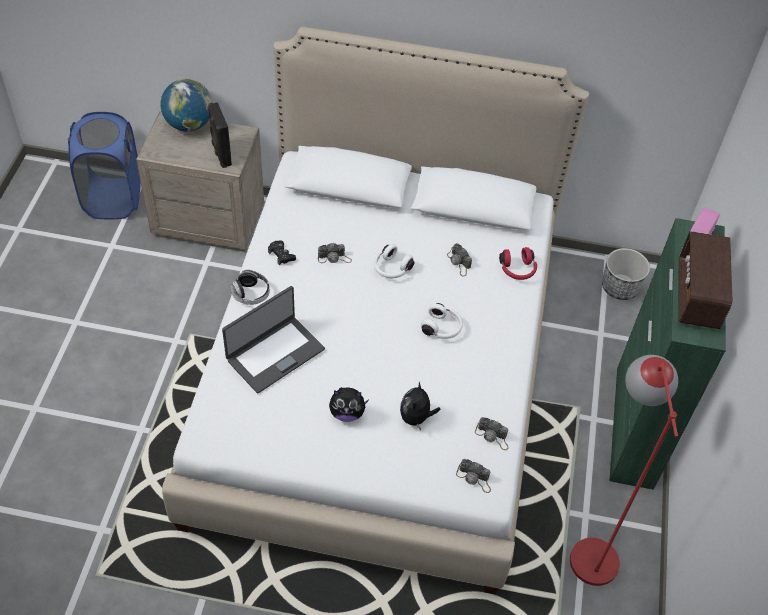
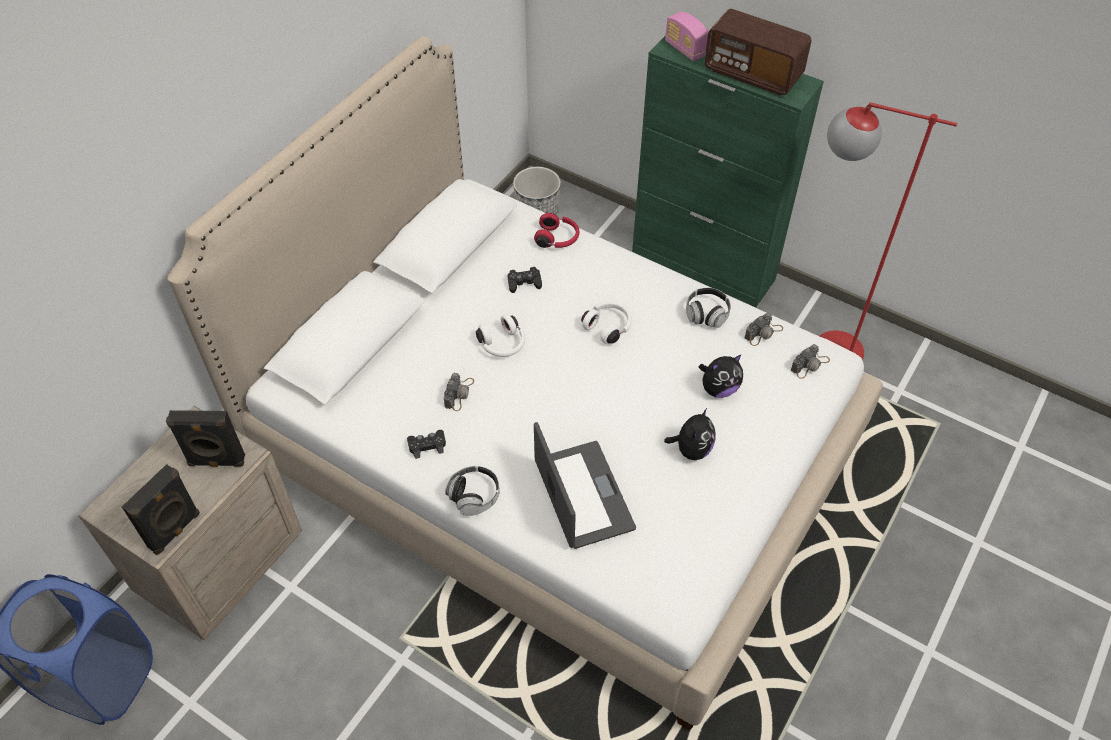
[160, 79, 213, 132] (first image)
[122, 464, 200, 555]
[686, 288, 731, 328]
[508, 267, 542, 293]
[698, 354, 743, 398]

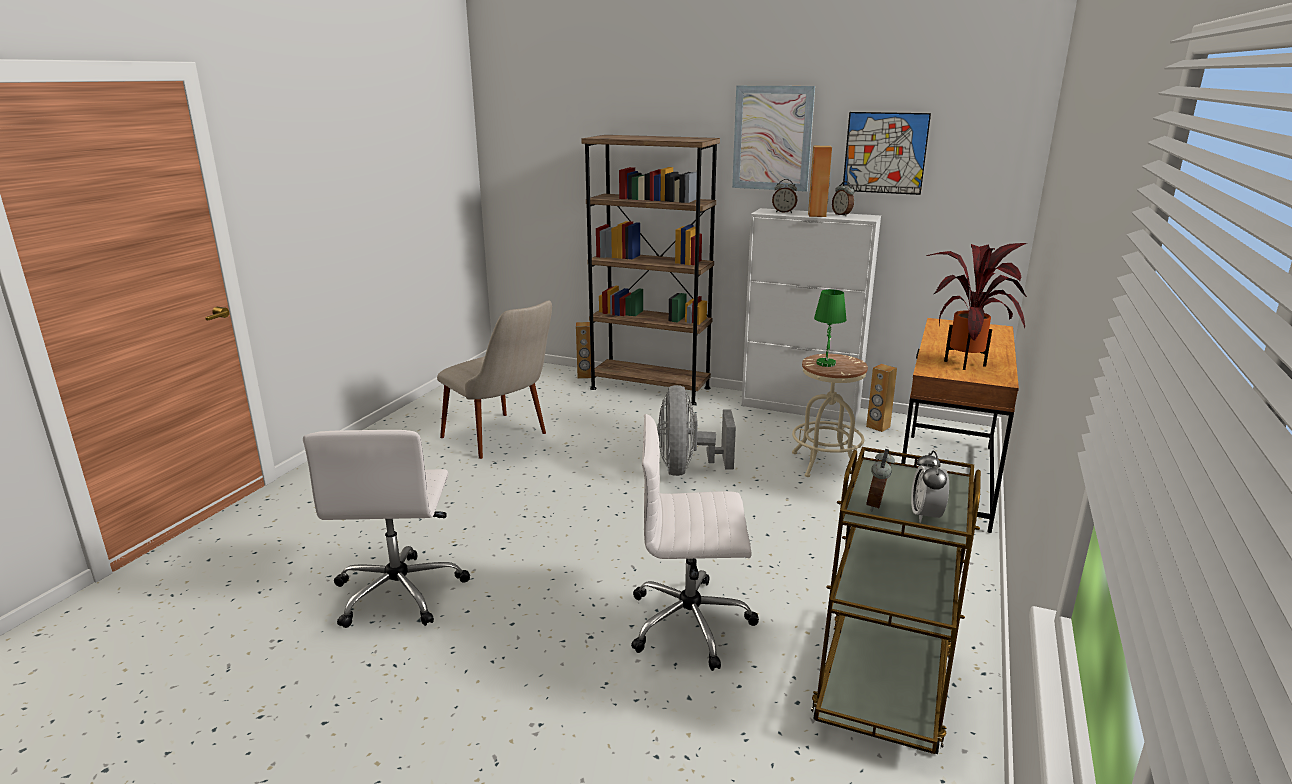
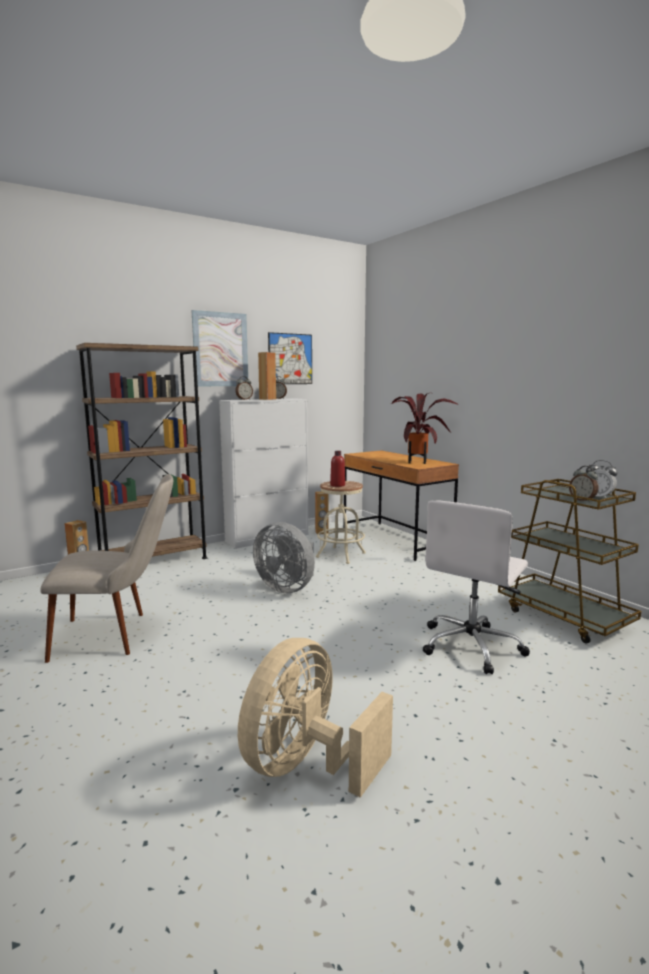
[238, 638, 393, 798]
[330, 451, 345, 487]

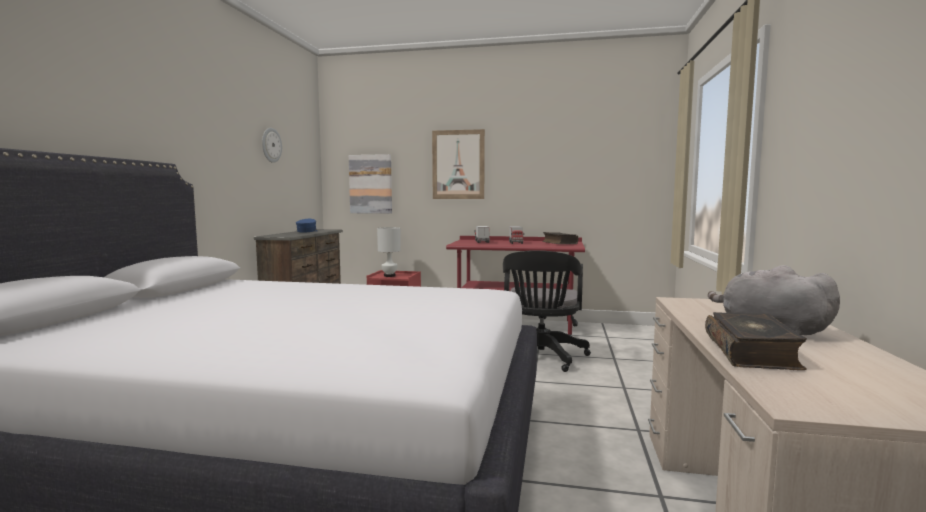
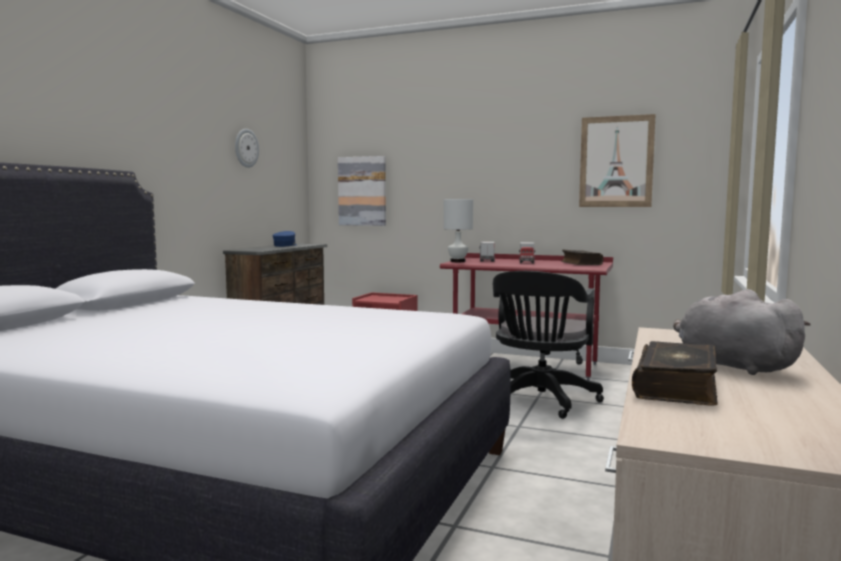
[444, 199, 473, 262]
[579, 114, 656, 207]

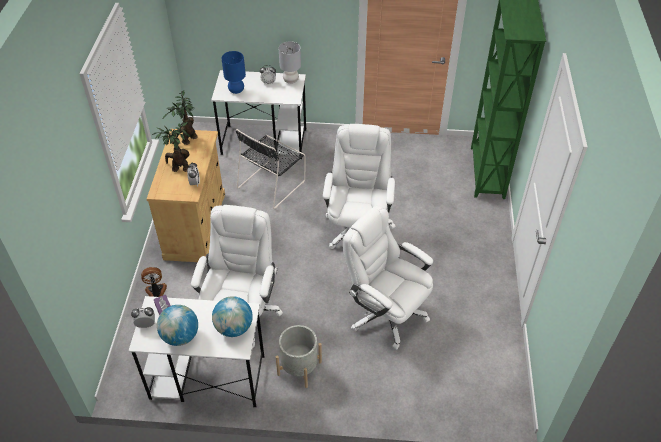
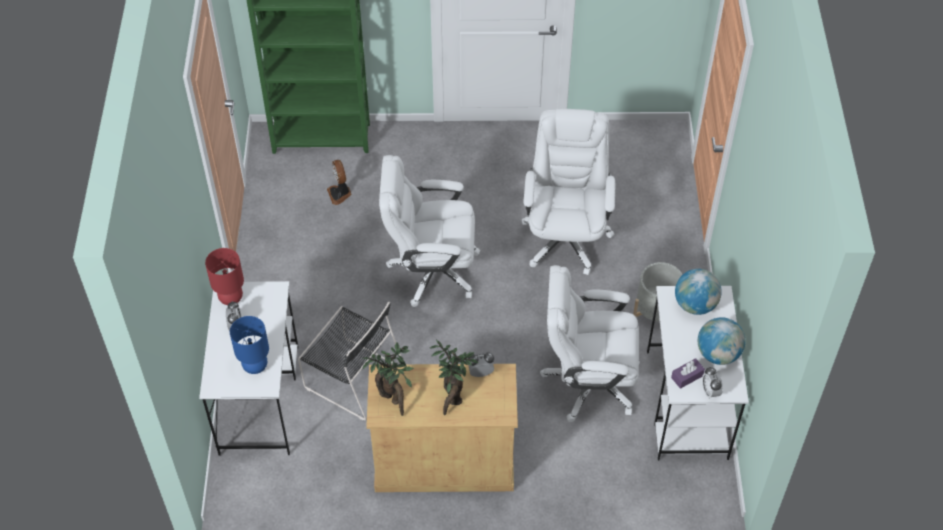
[327, 160, 352, 205]
[205, 248, 244, 305]
[522, 109, 615, 275]

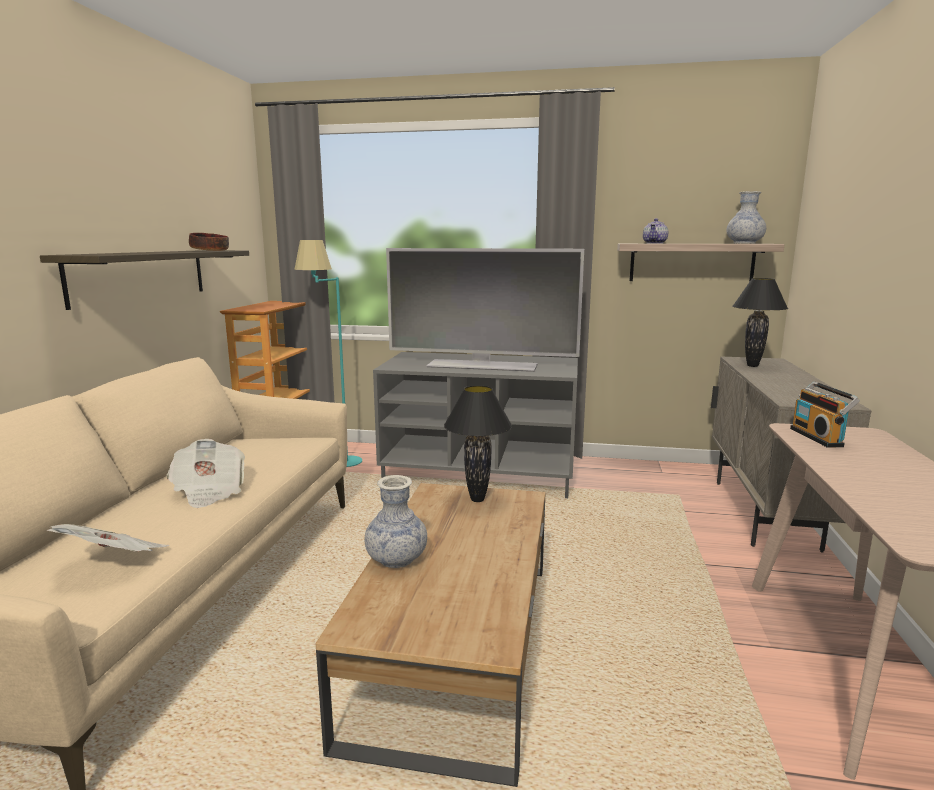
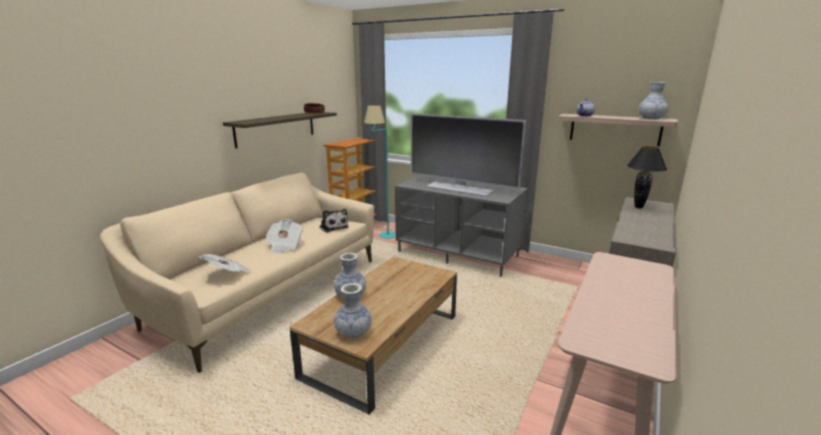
[444, 386, 512, 502] (first image)
[790, 381, 860, 448] (first image)
[319, 209, 349, 232]
[334, 283, 372, 338]

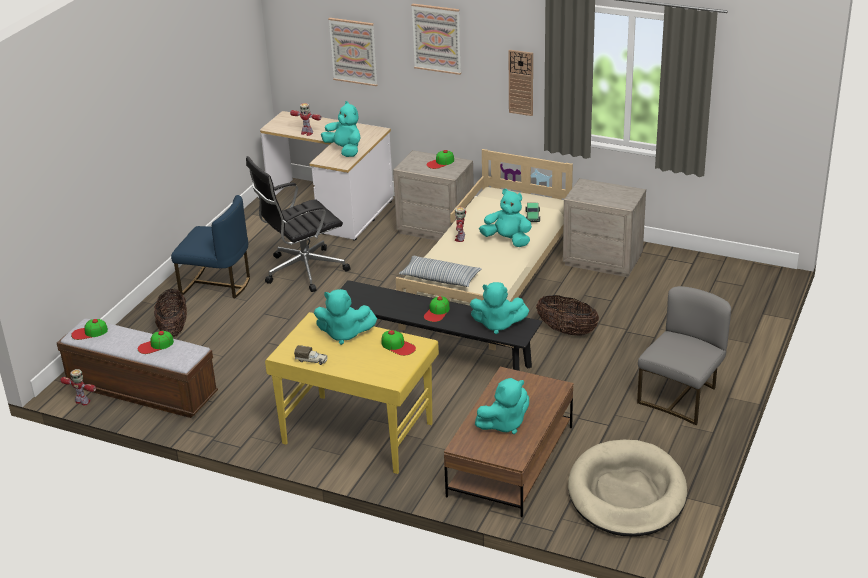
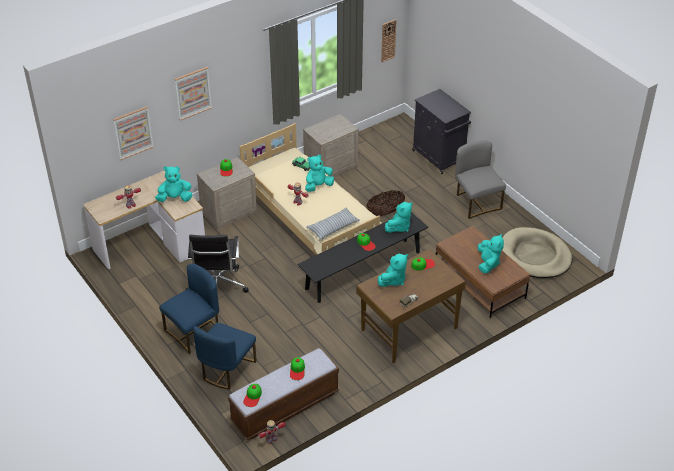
[412, 89, 471, 174]
[381, 19, 396, 62]
[193, 322, 257, 390]
[356, 249, 466, 363]

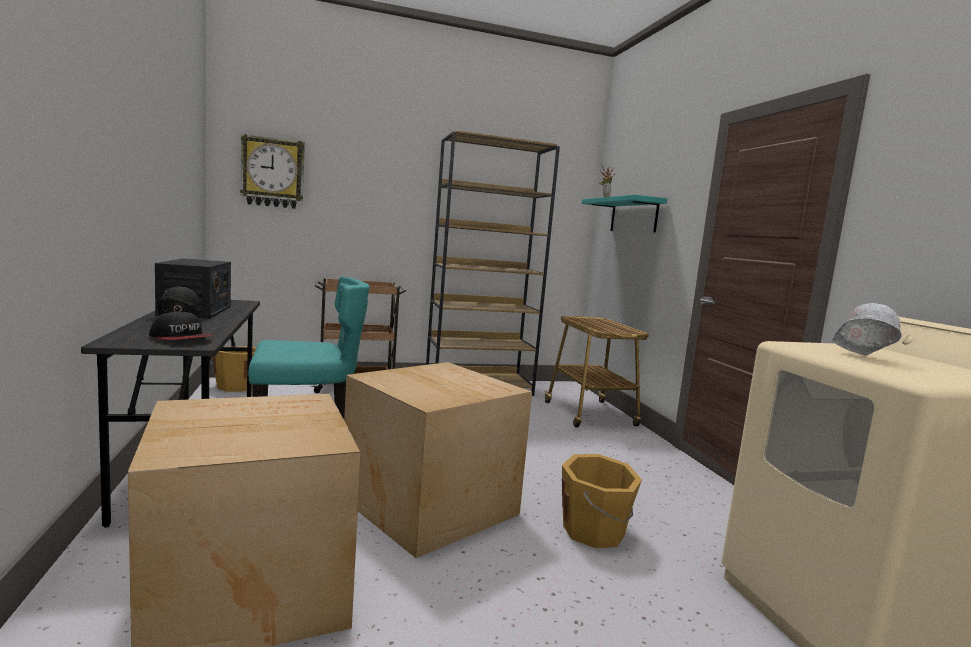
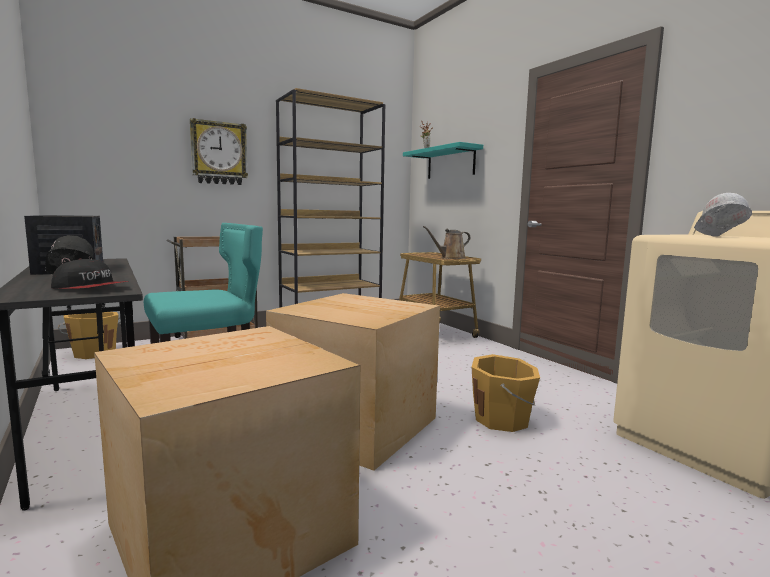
[423, 226, 471, 259]
[190, 118, 248, 185]

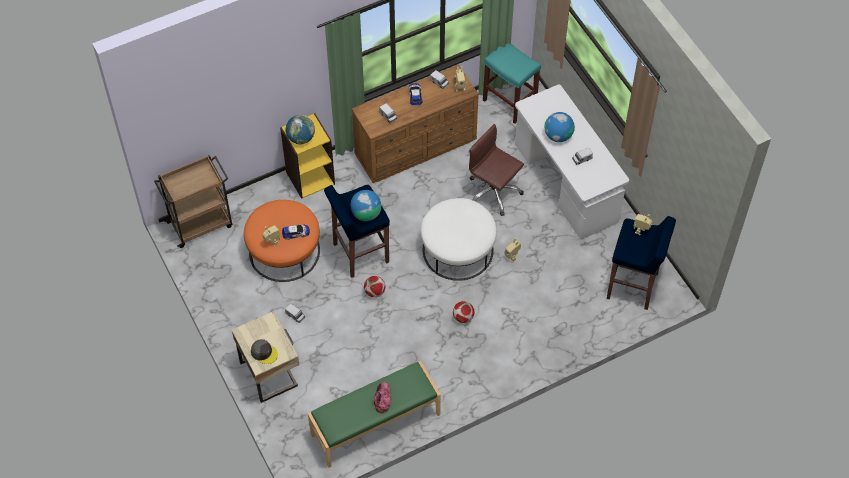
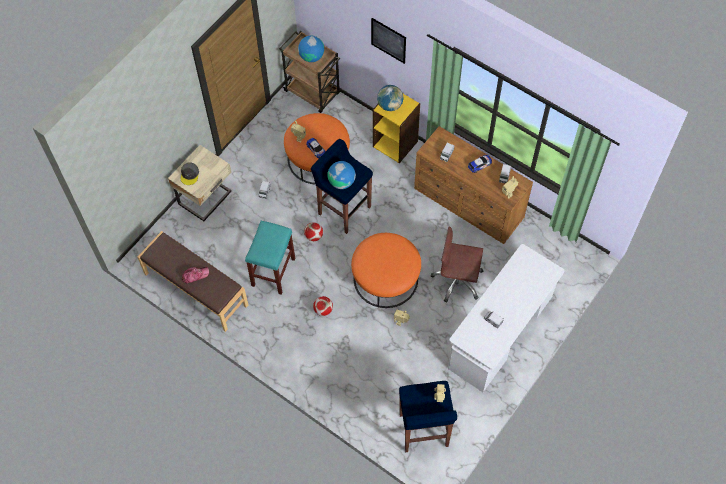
[371, 18, 406, 64]
[245, 221, 295, 295]
[298, 36, 324, 62]
[138, 231, 248, 332]
[351, 233, 421, 308]
[431, 226, 483, 303]

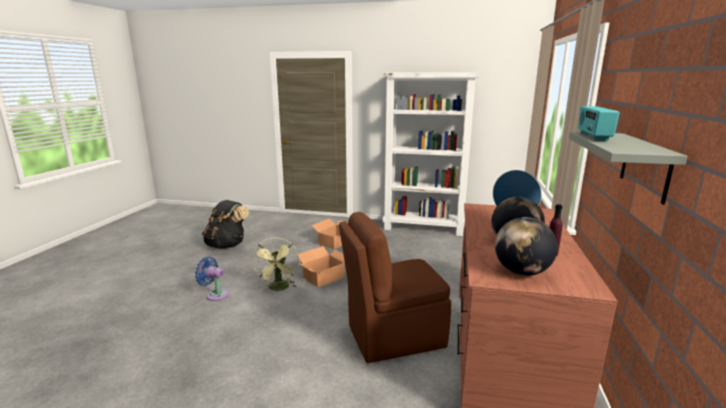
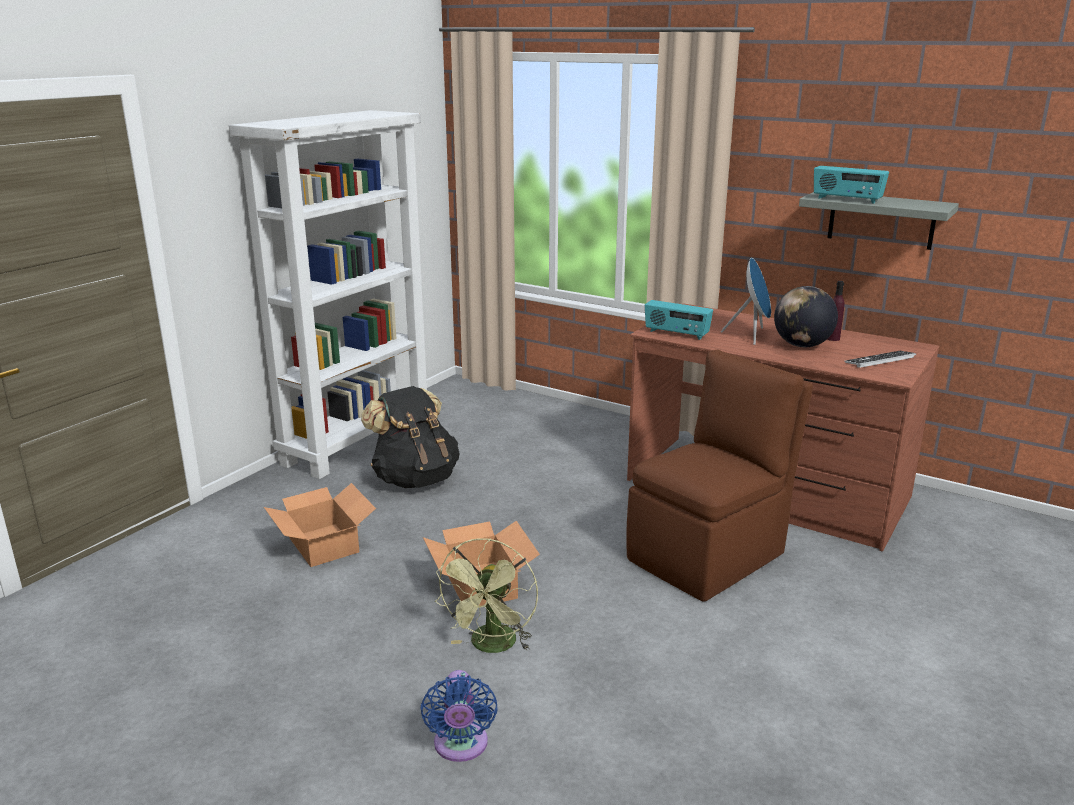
[645, 300, 713, 340]
[361, 386, 459, 488]
[844, 351, 916, 368]
[420, 670, 498, 762]
[435, 538, 538, 653]
[626, 350, 813, 601]

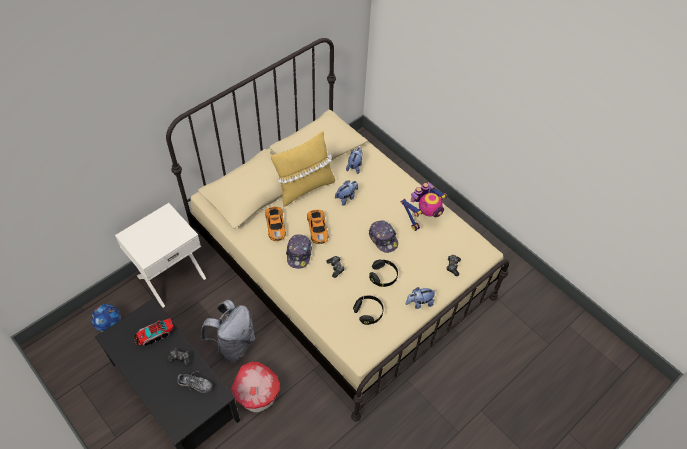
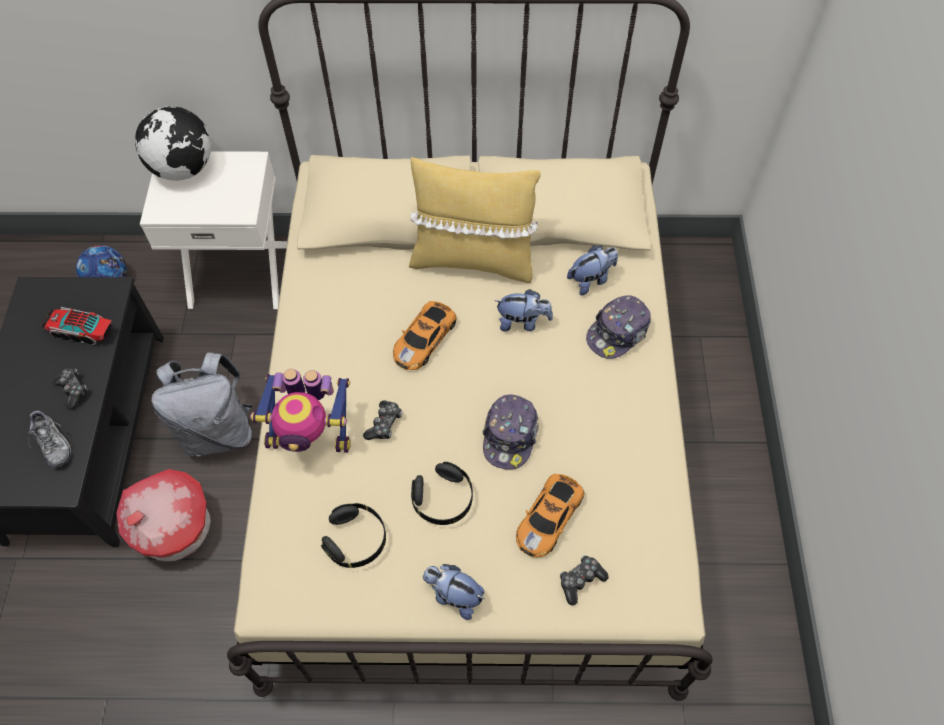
[135, 106, 211, 181]
[516, 474, 584, 557]
[586, 296, 651, 359]
[251, 369, 351, 453]

